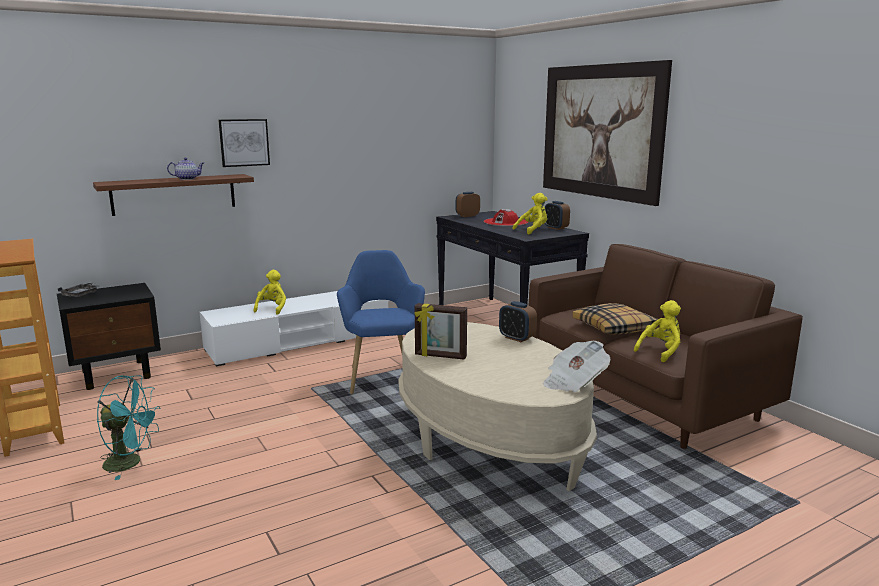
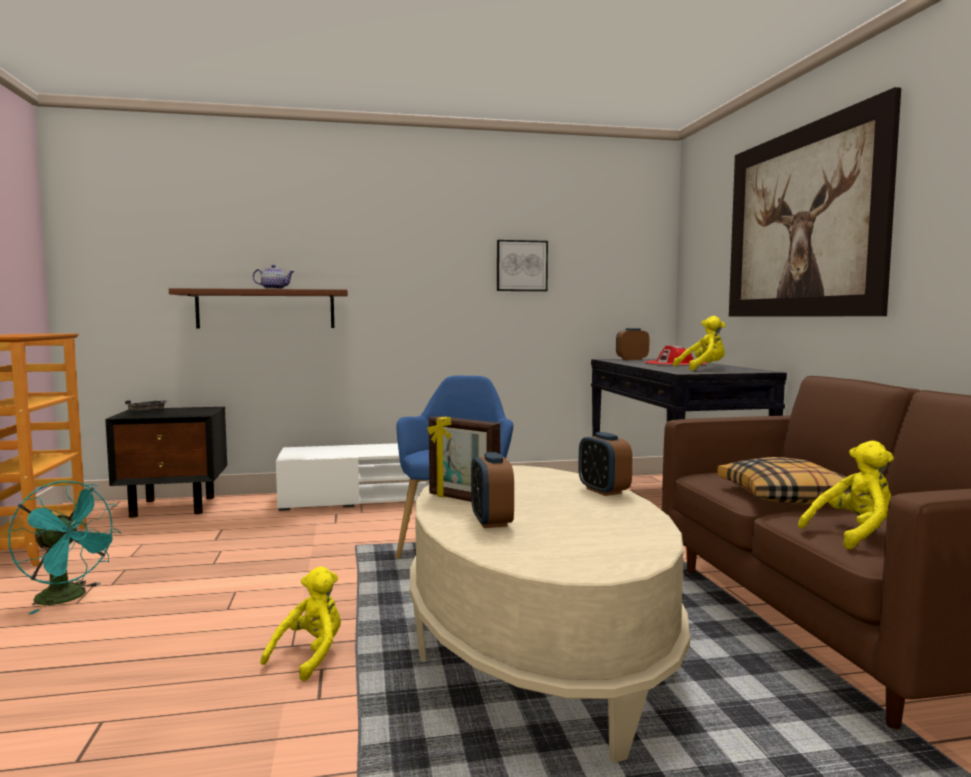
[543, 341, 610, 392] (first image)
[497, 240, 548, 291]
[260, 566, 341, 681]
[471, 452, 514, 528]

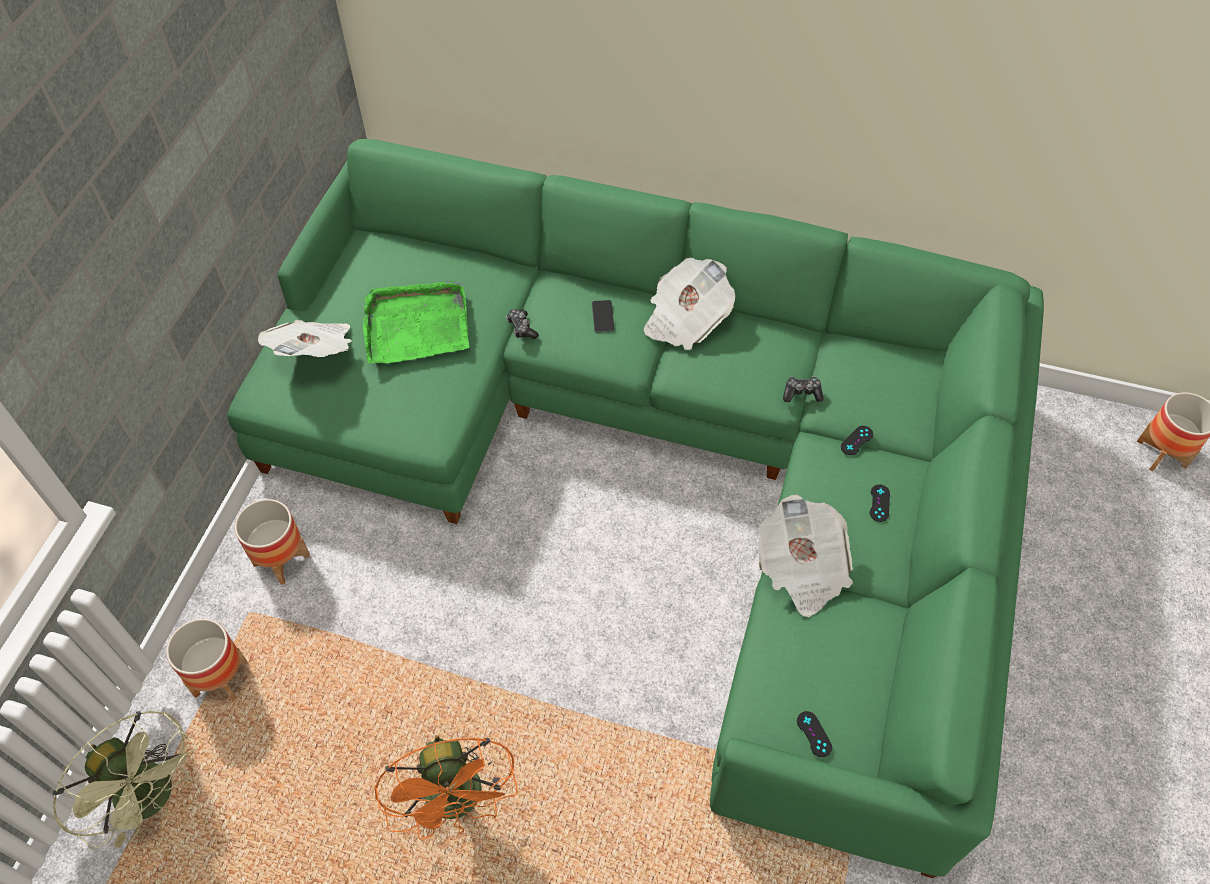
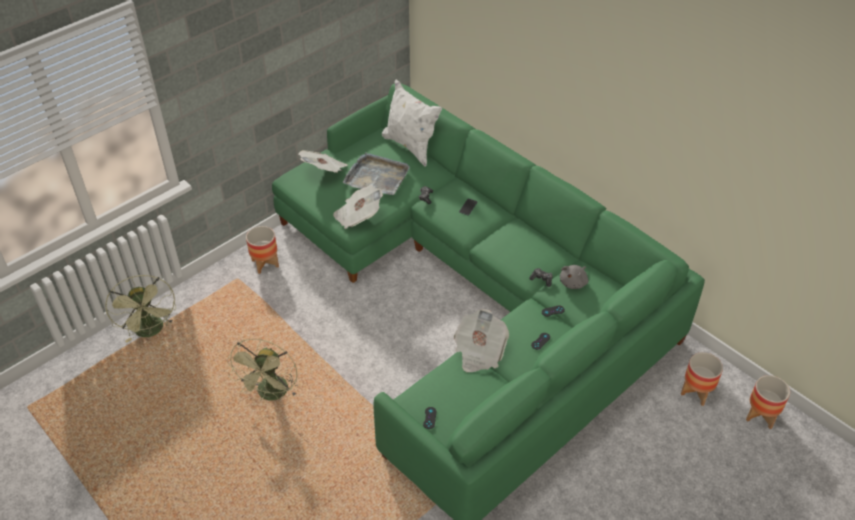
[382, 79, 442, 167]
[560, 265, 588, 289]
[681, 352, 723, 406]
[333, 185, 383, 229]
[343, 153, 410, 195]
[227, 339, 298, 400]

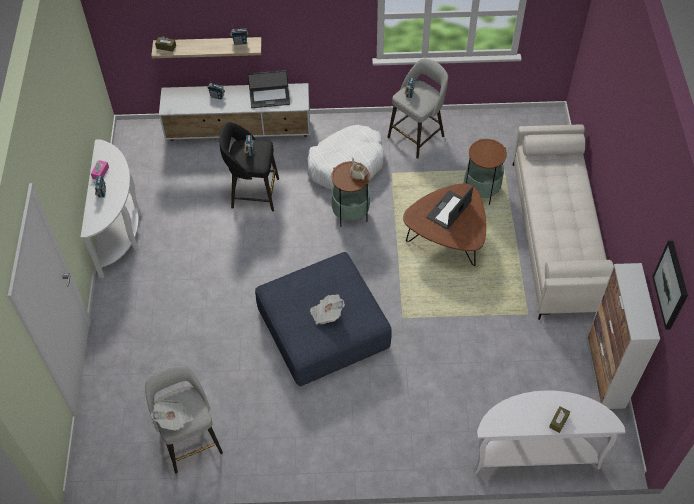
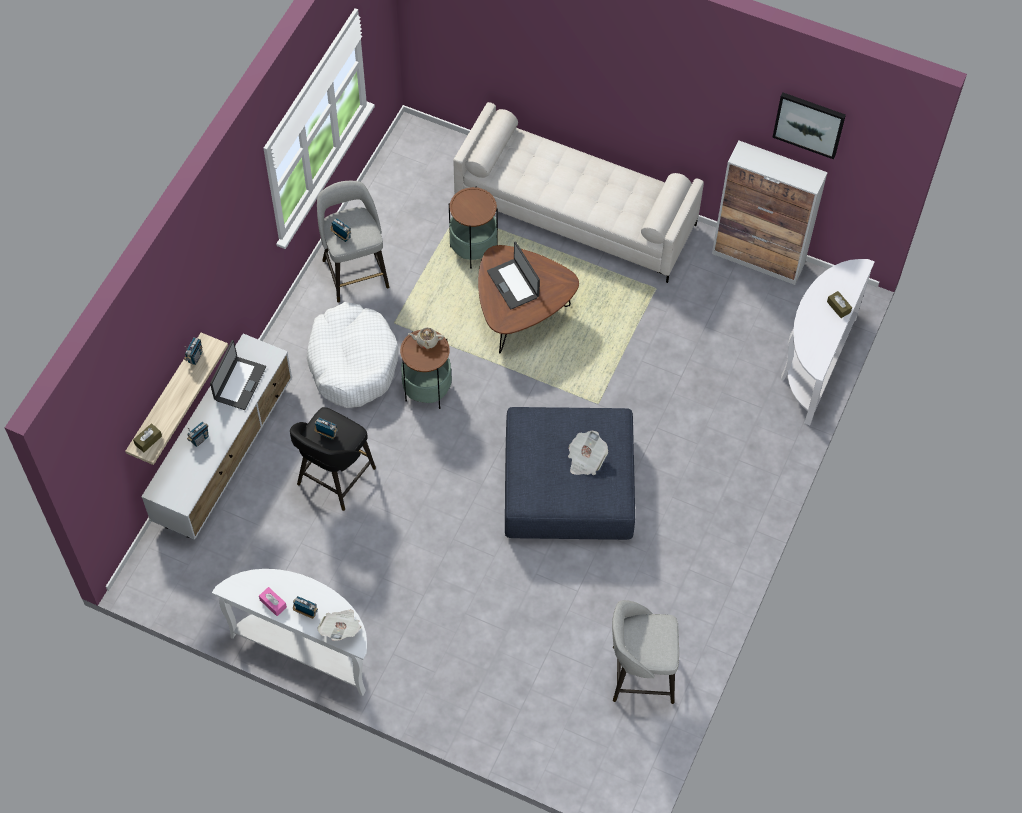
[317, 609, 361, 641]

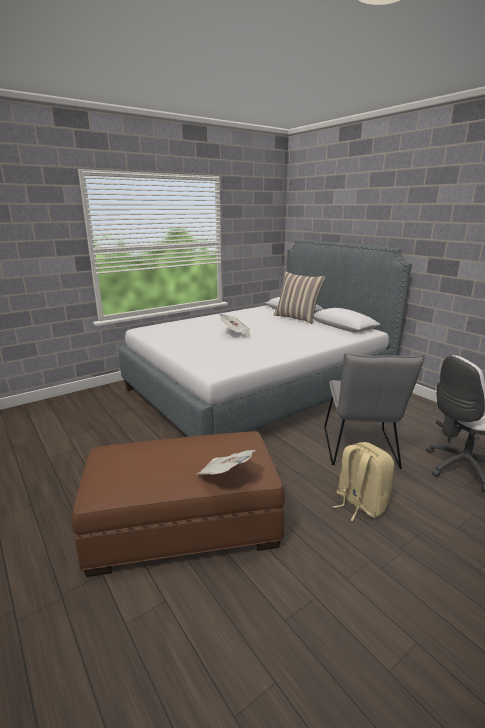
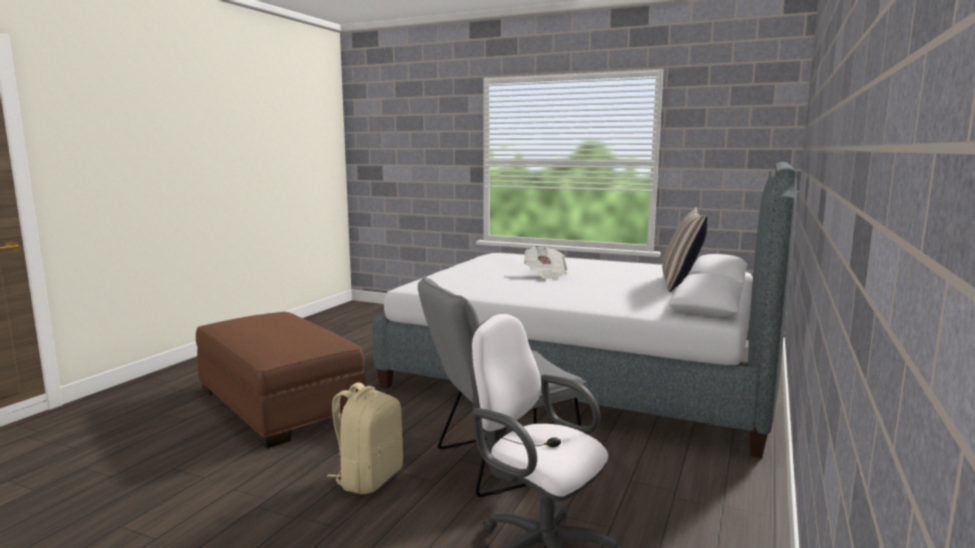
[197, 450, 255, 475] (first image)

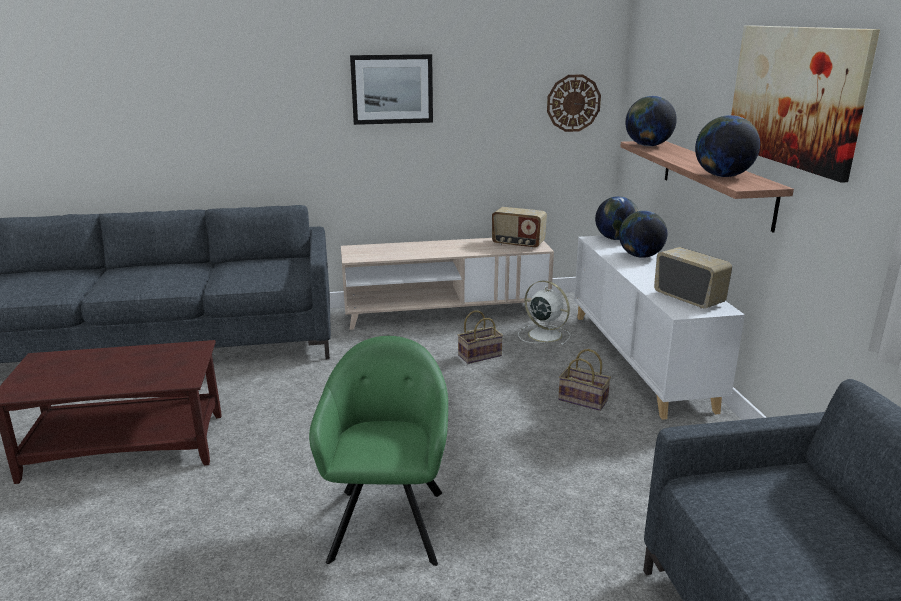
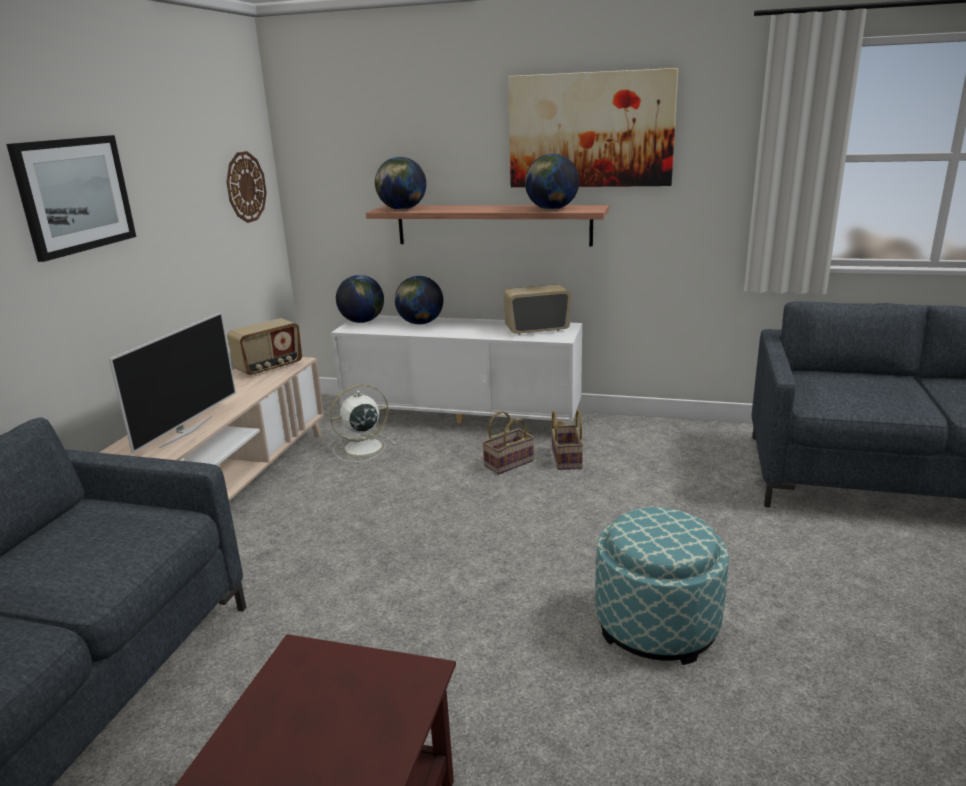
[109, 312, 236, 453]
[551, 410, 584, 470]
[595, 507, 729, 665]

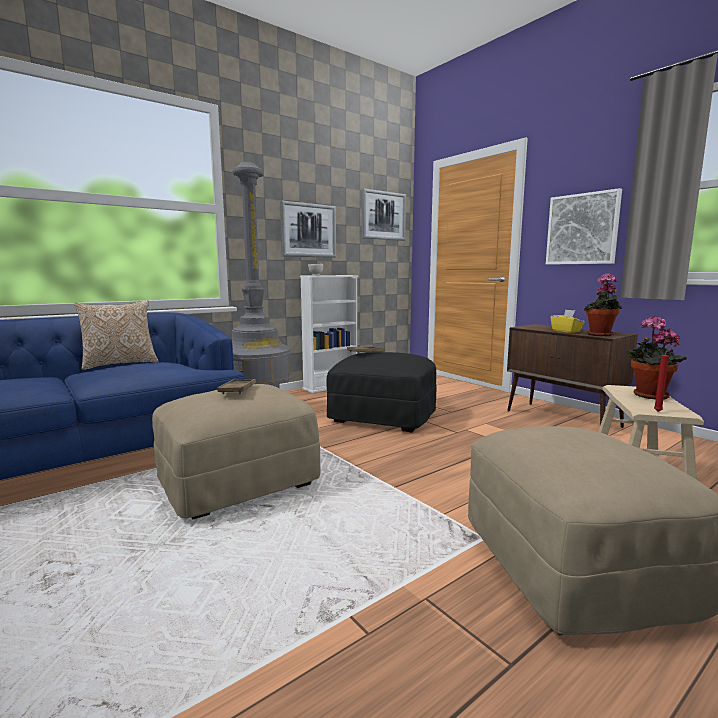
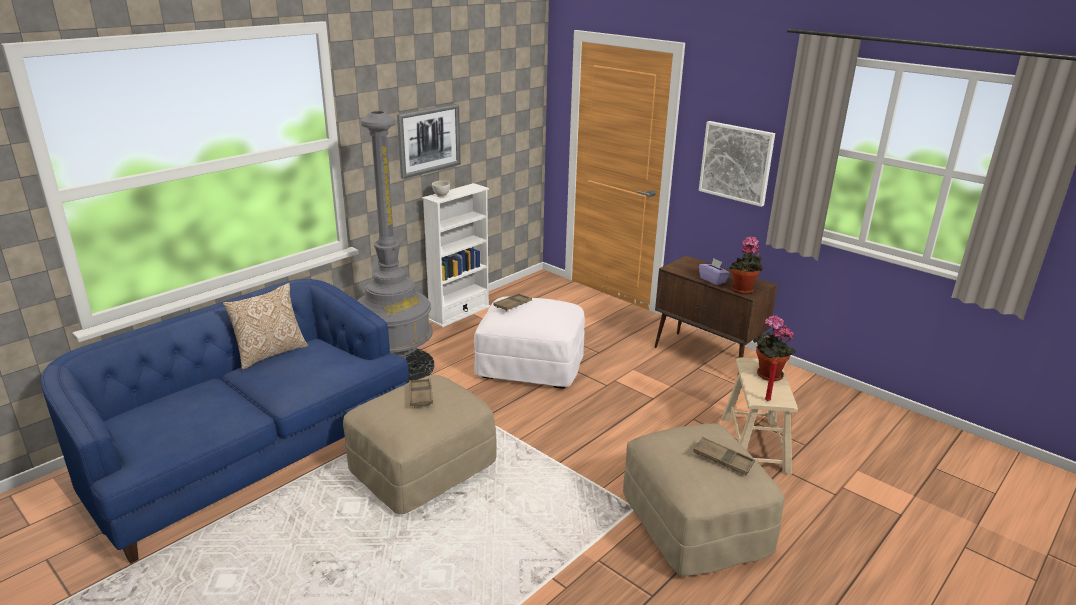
[362, 188, 406, 241] (first image)
[693, 437, 755, 476]
[474, 296, 585, 389]
[699, 258, 730, 285]

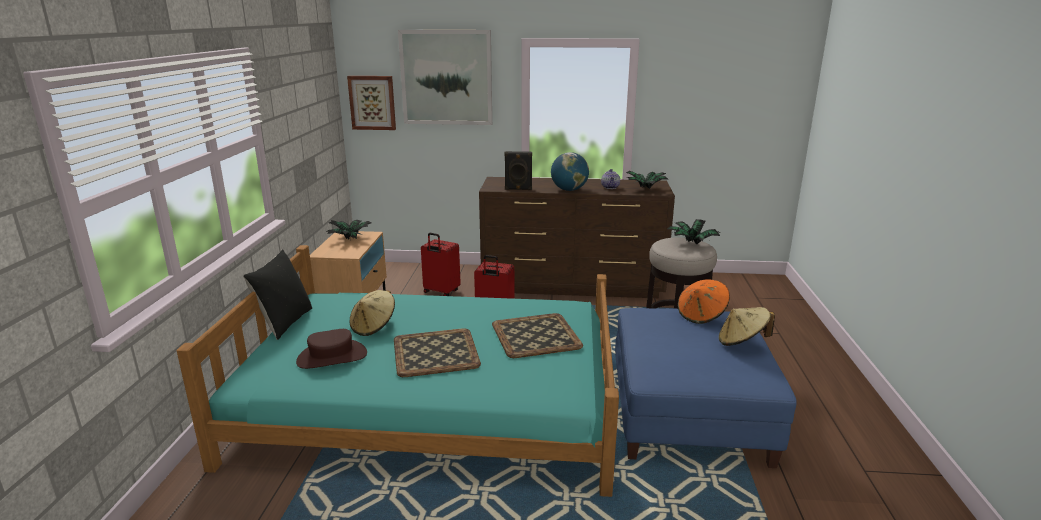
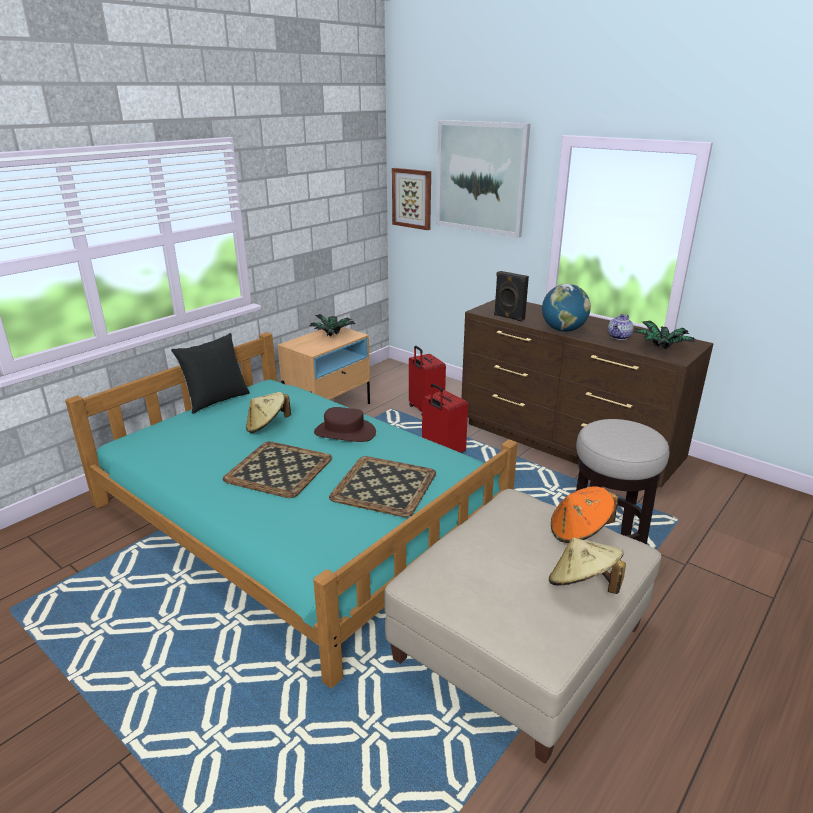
[667, 219, 720, 244] (first image)
[314, 407, 376, 442]
[384, 489, 661, 764]

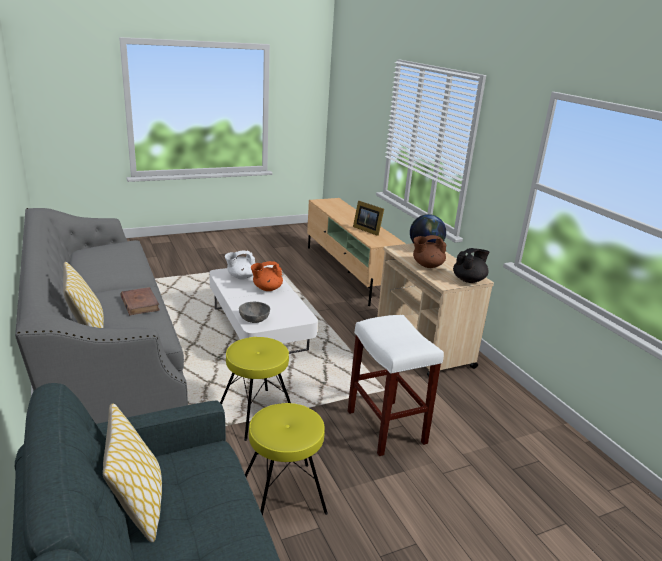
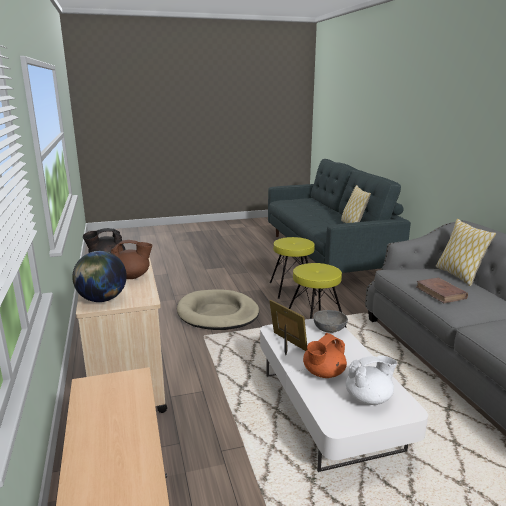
[269, 300, 307, 355]
[177, 289, 259, 330]
[303, 333, 347, 378]

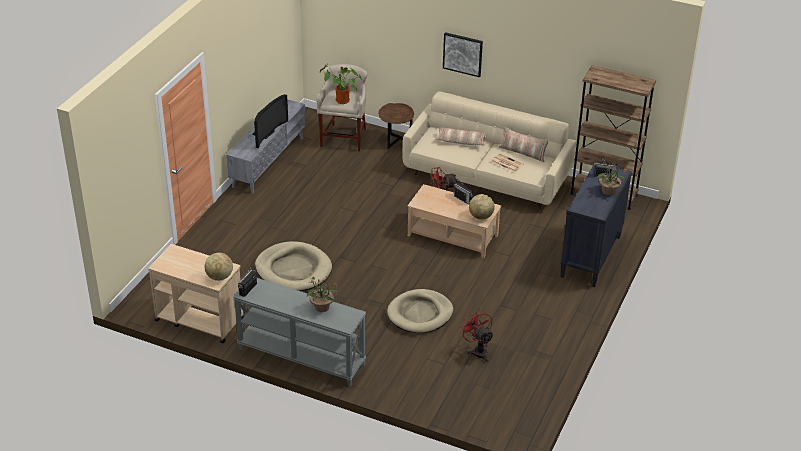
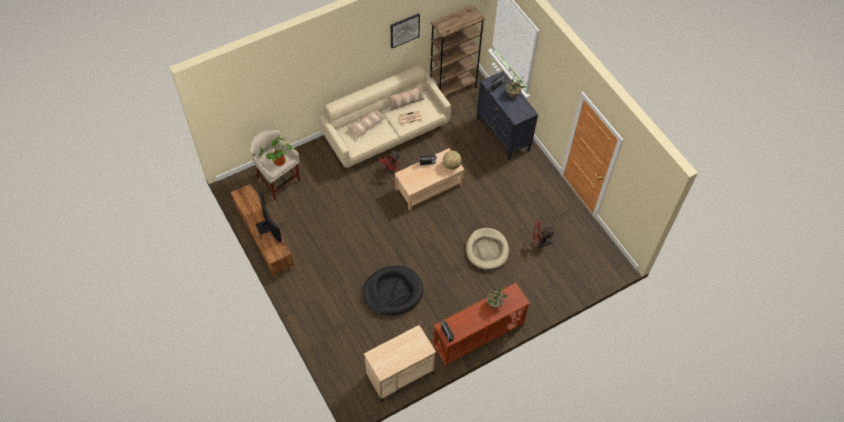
[204, 253, 233, 281] (first image)
[378, 103, 414, 149] (first image)
[391, 13, 420, 48]
[231, 184, 294, 278]
[433, 283, 530, 367]
[362, 266, 423, 316]

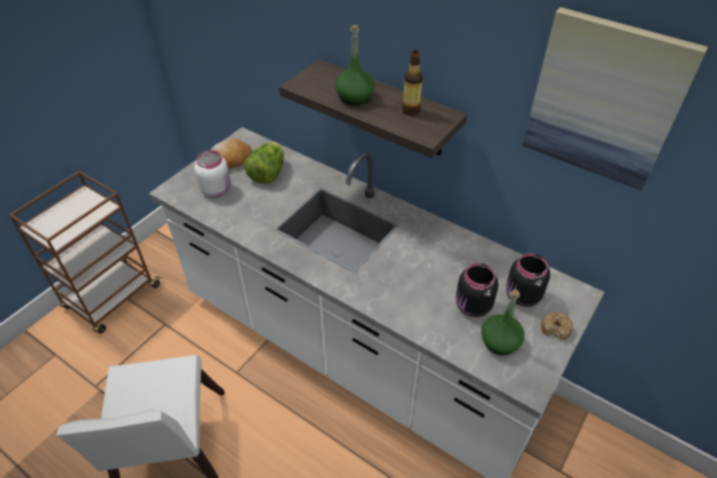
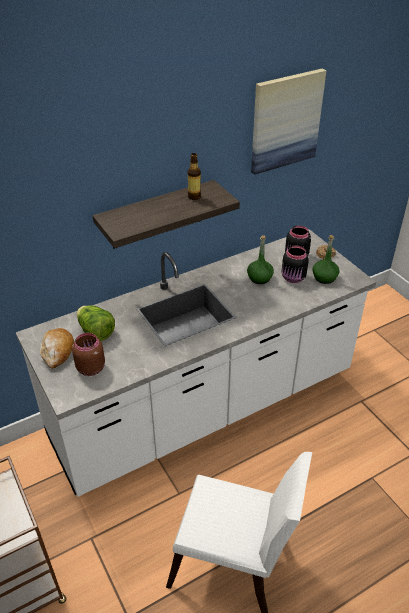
[247, 235, 274, 284]
[72, 333, 105, 376]

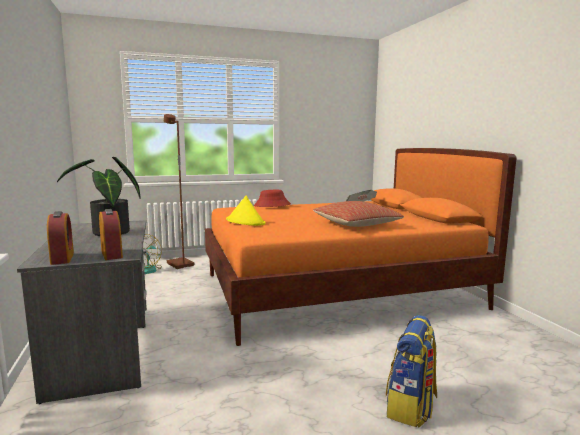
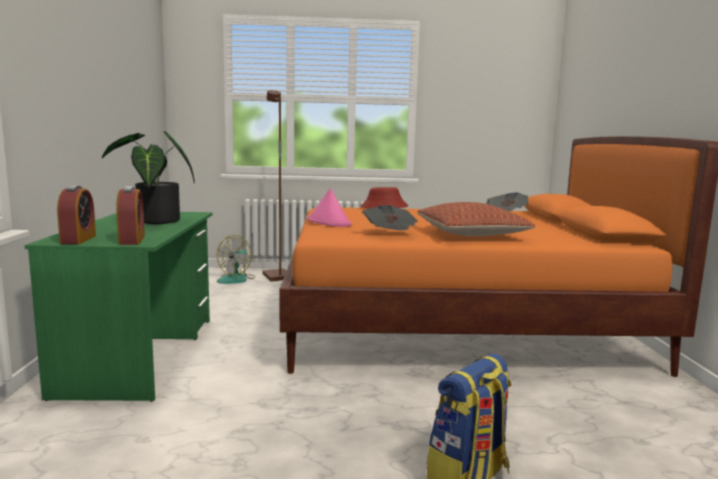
[362, 205, 417, 230]
[25, 212, 212, 402]
[307, 188, 352, 227]

